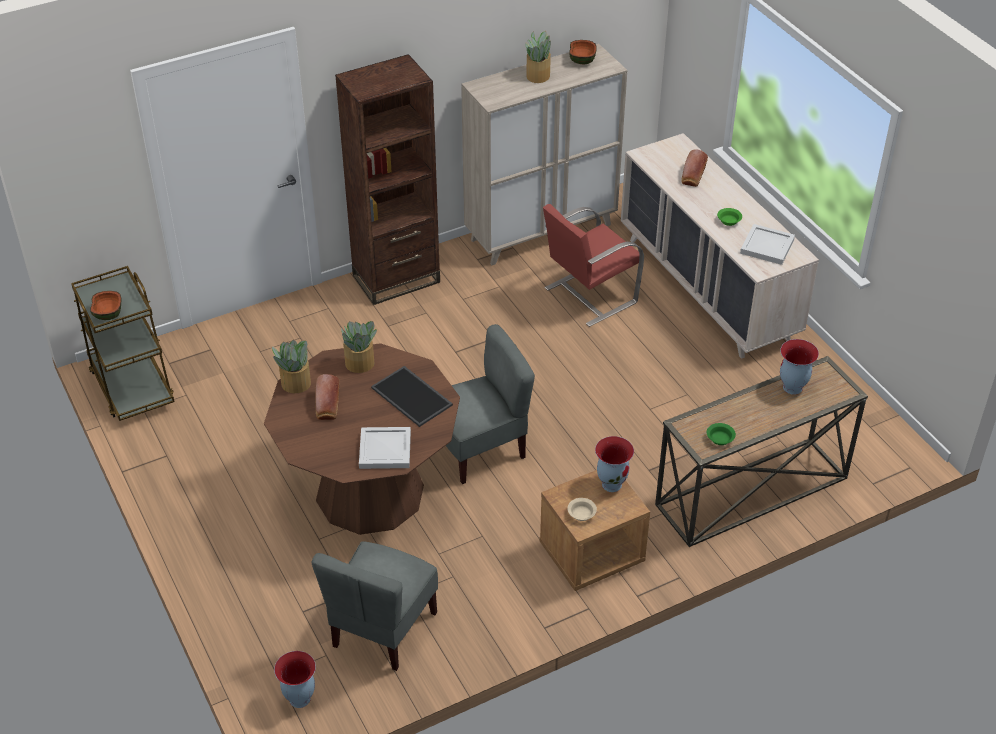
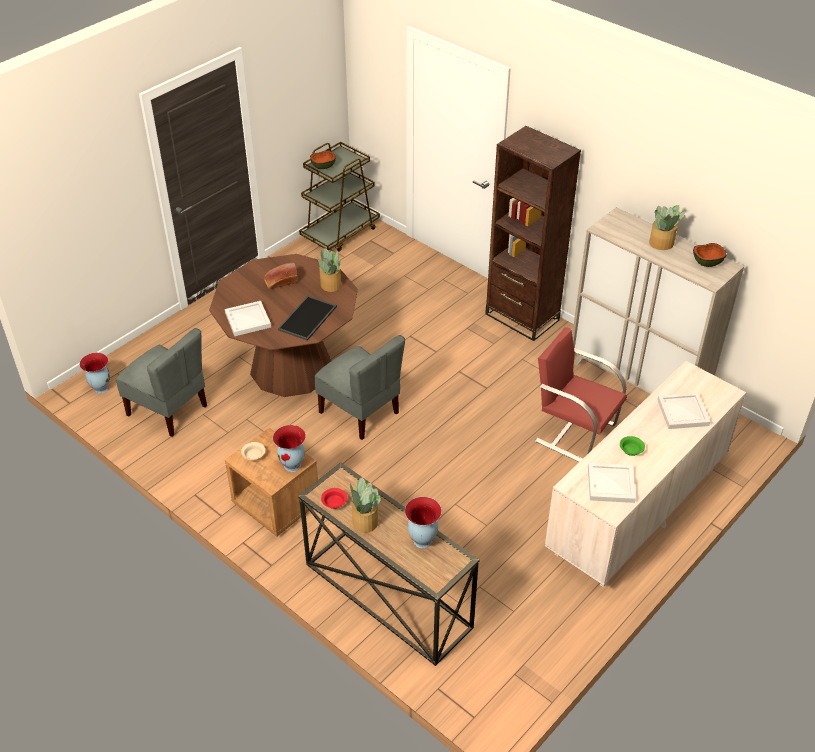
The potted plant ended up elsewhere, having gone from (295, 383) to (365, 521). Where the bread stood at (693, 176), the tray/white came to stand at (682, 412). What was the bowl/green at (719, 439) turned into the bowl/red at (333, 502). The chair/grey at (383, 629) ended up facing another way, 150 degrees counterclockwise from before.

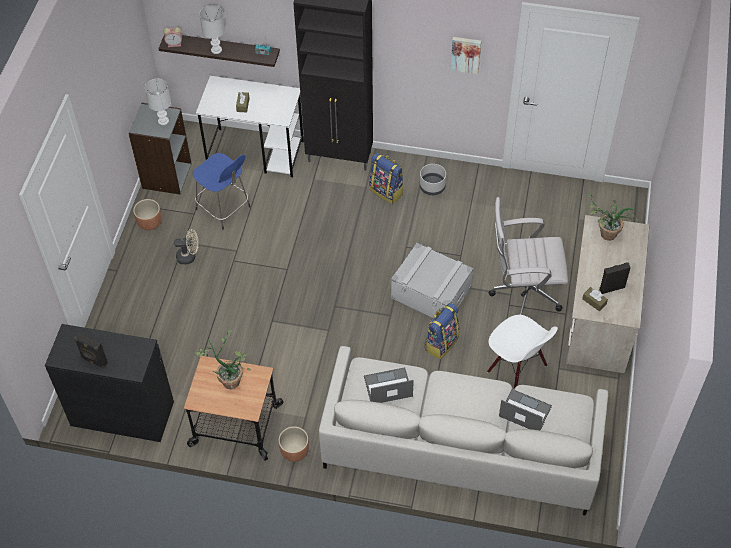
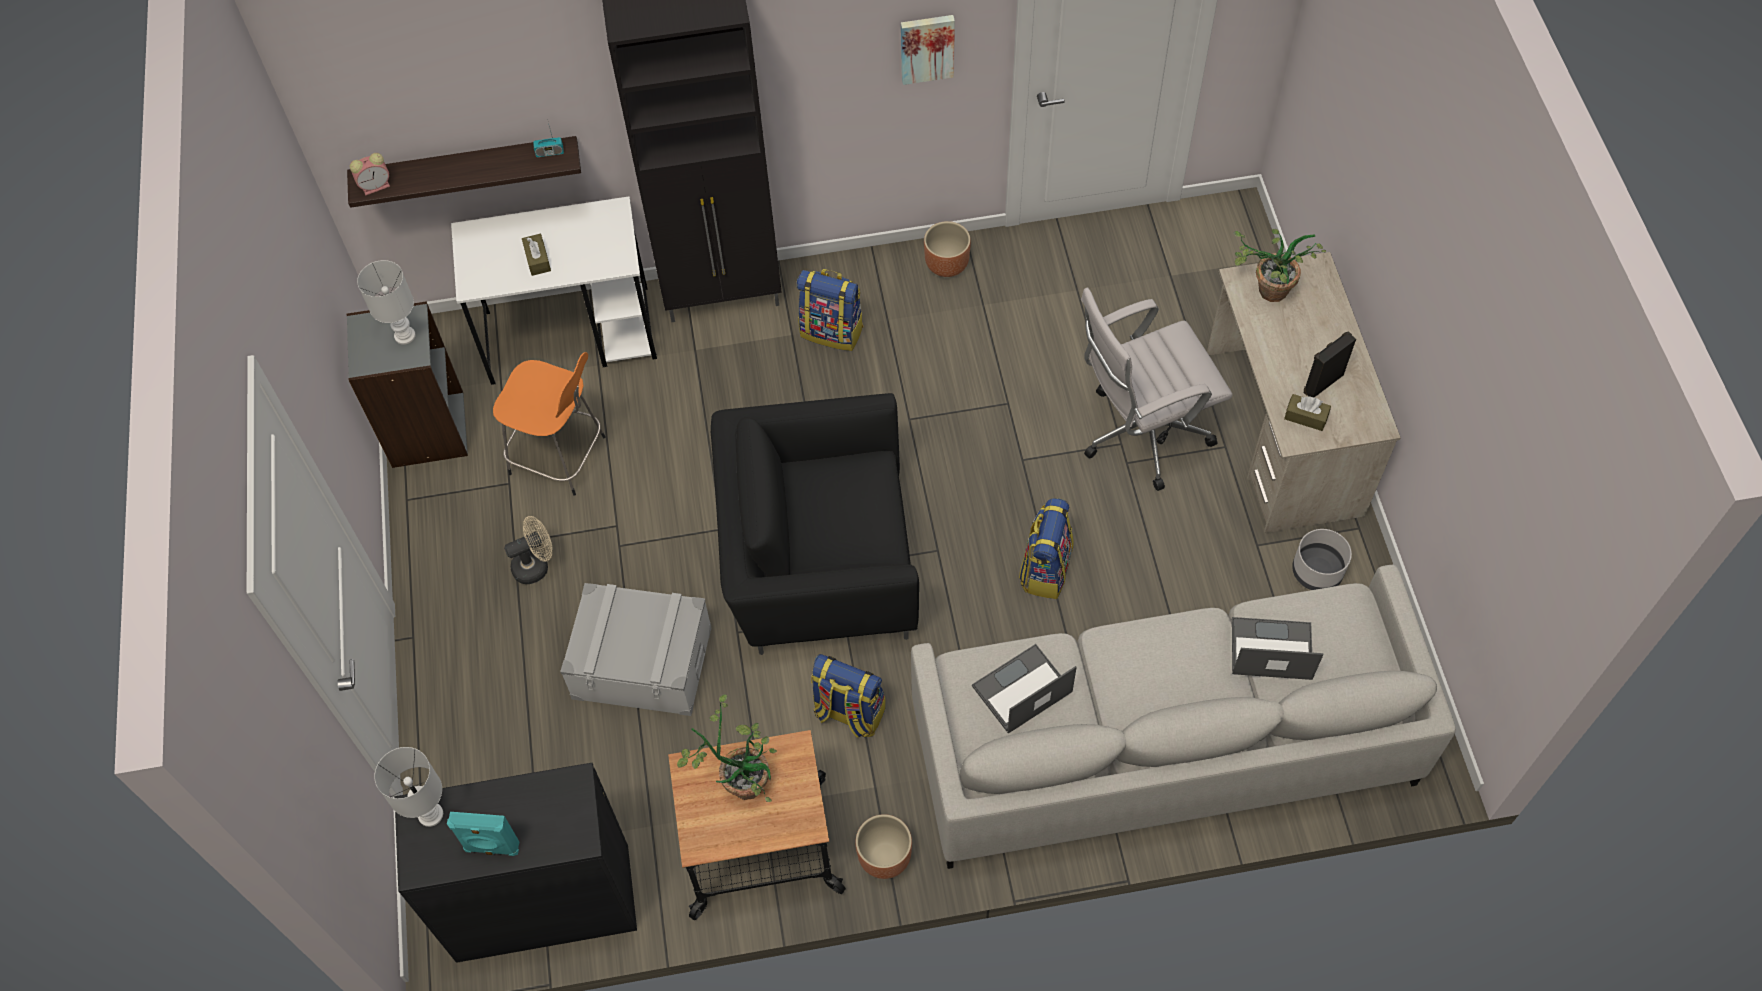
The second view lost the chair/white at (516, 369). The second view gained the armchair/black at (818, 564). The second view gained the backpack at (848, 712). The planter/brown ended up elsewhere, having gone from (149, 223) to (946, 264). The table lamp/white ended up elsewhere, having gone from (216, 49) to (430, 814). The storage box/grey ended up elsewhere, having gone from (431, 293) to (642, 662). The planter/grey ended up elsewhere, having gone from (432, 186) to (1317, 570). What was the speaker/black at (94, 361) turned into the speaker/turquoise at (491, 848). What was the stool/blue at (224, 209) turned into the stool/orange at (561, 456).

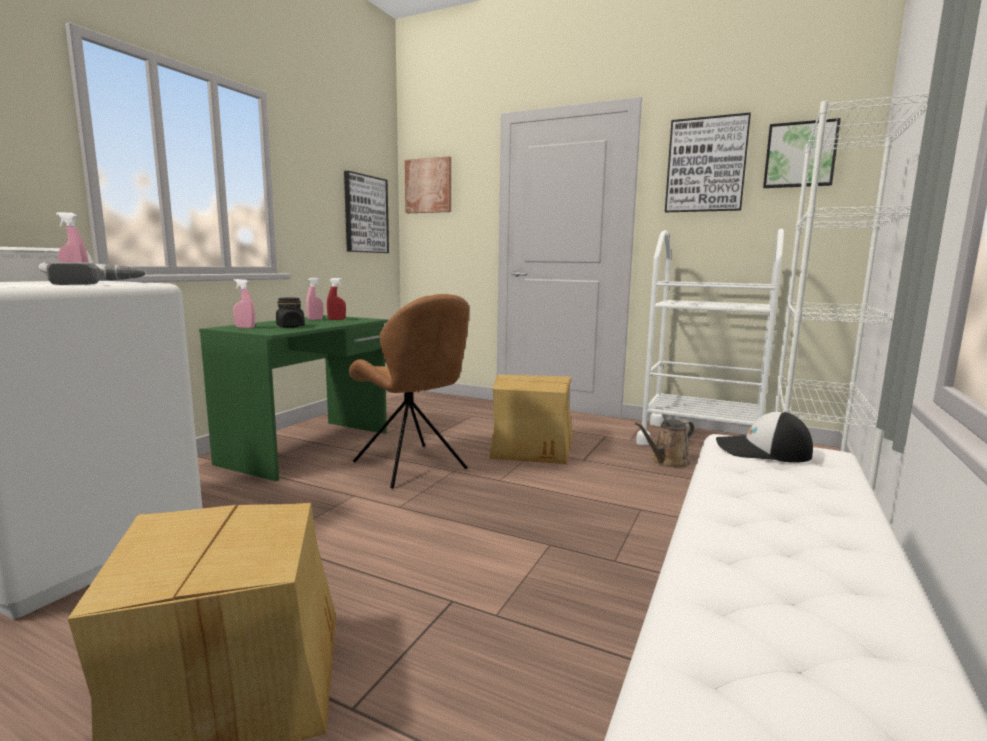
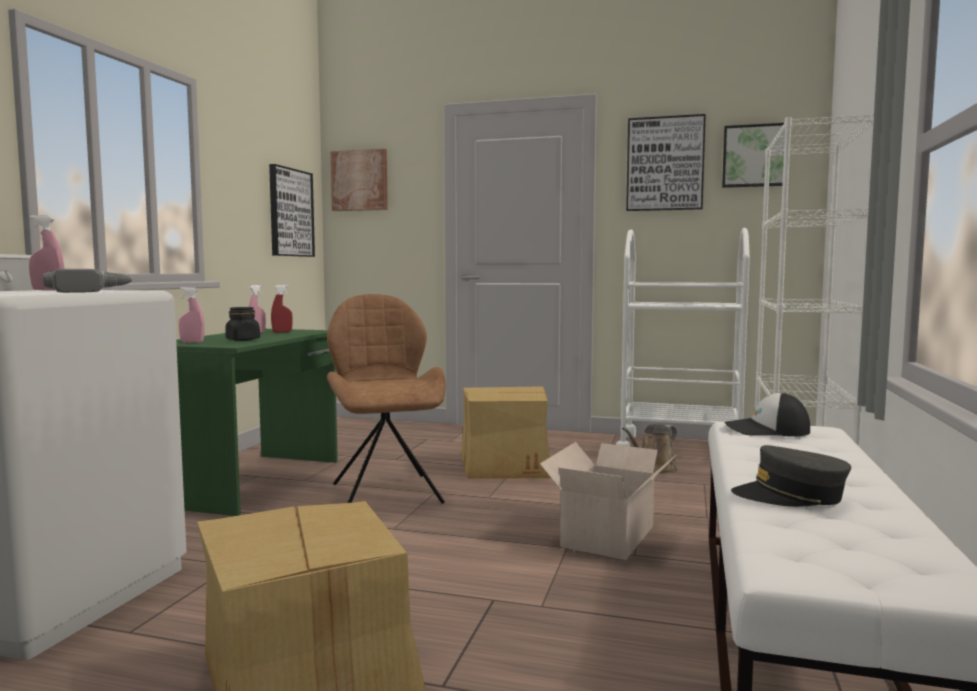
The second view gained the cardboard box at (610, 535). The second view gained the cap/grey at (790, 496). The chair/brown at (411, 467) ended up facing another way, 150 degrees counterclockwise from before.

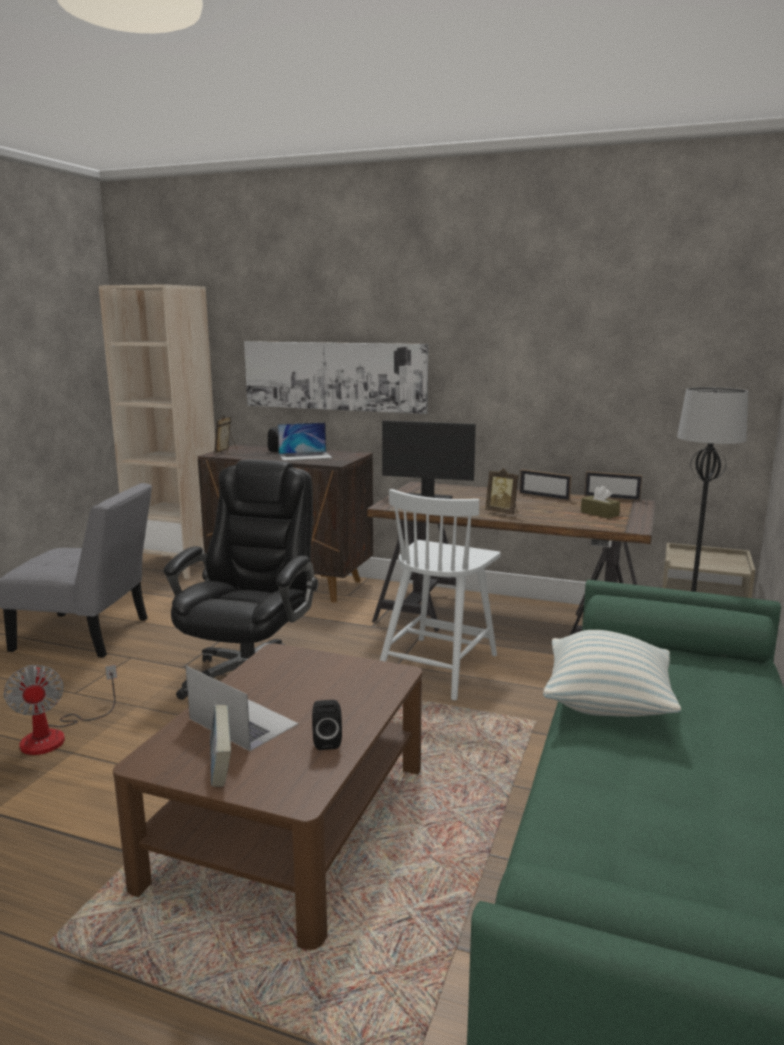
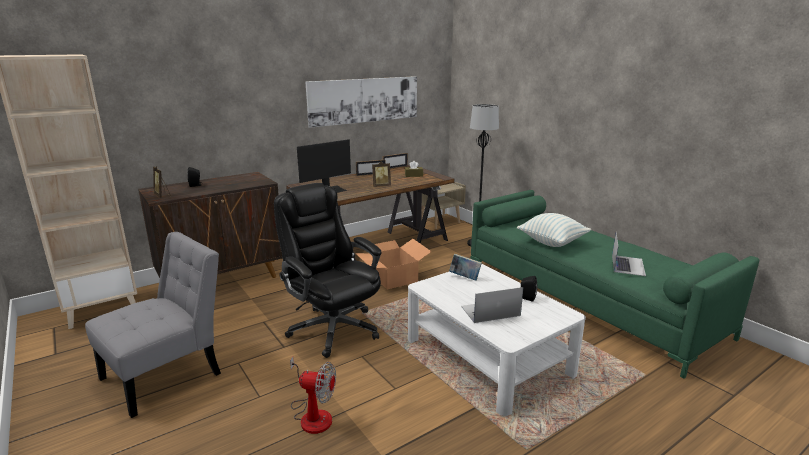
The book ended up elsewhere, having gone from (221, 769) to (464, 277). The picture ended up elsewhere, having gone from (334, 376) to (364, 100). The laptop ended up elsewhere, having gone from (305, 456) to (627, 265). Where the chair/white stood at (438, 666), the cardboard box came to stand at (393, 278). What was the coffee table/brown at (291, 823) turned into the coffee table/white at (488, 356).

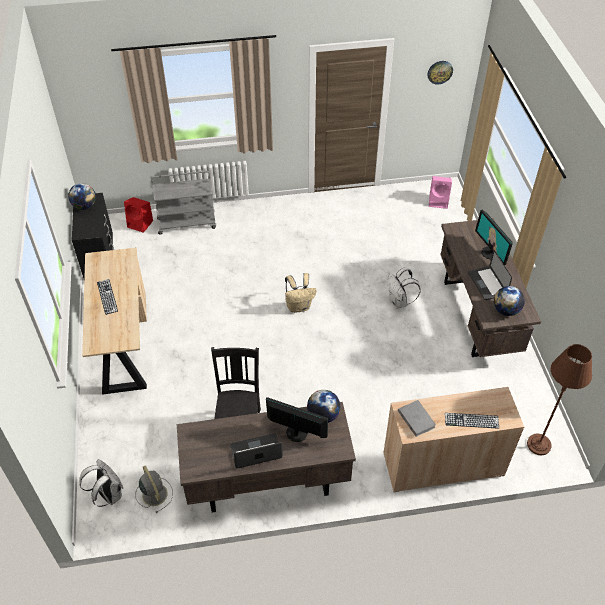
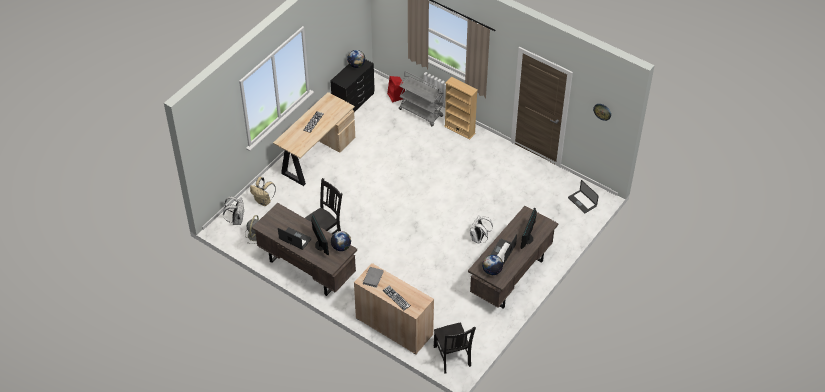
The second view gained the bookcase/beige at (459, 130). The backpack/beige ended up elsewhere, having gone from (299, 306) to (264, 201). Where the speaker/pink stood at (439, 201), the laptop came to stand at (582, 202). Where the floor lamp/brown stood at (539, 445), the chair/black came to stand at (452, 357).

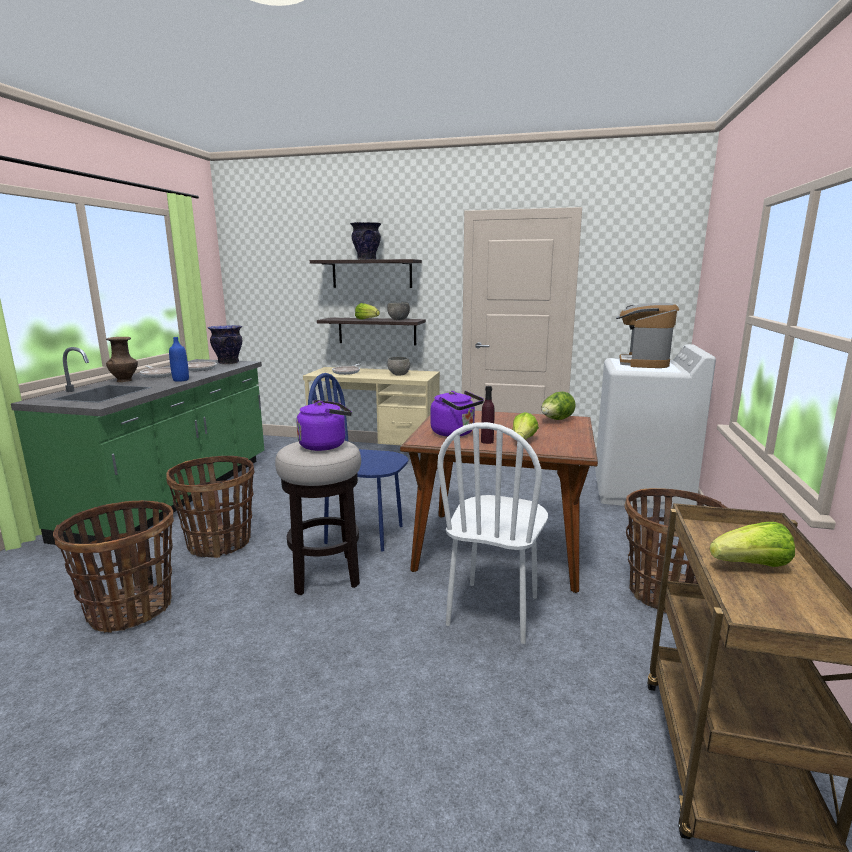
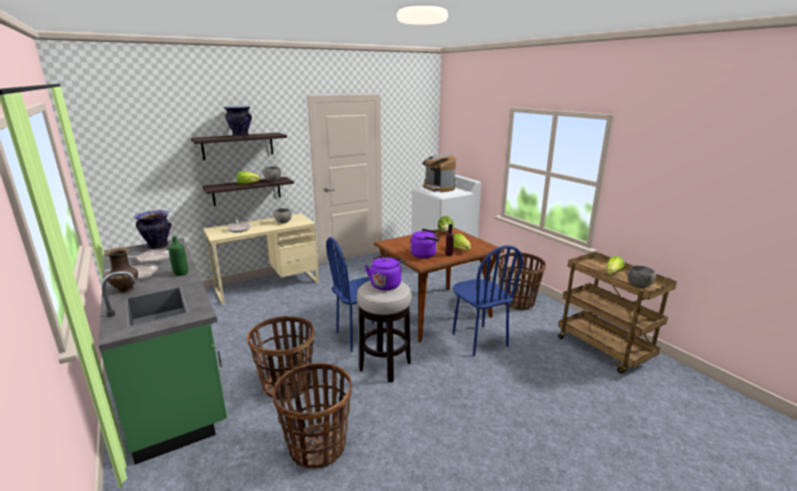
The second view gained the bowl/grey at (639, 286). What was the bottle/blue at (181, 380) turned into the bottle/green at (181, 273). What was the chair/white at (494, 611) turned into the chair/blue at (479, 340).

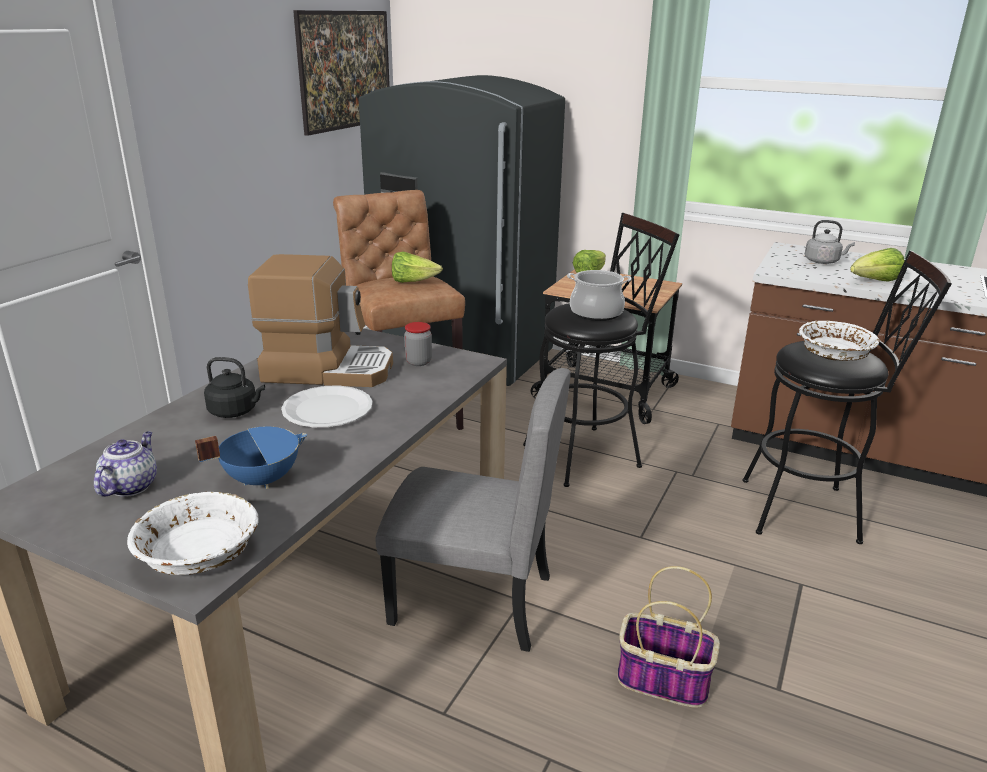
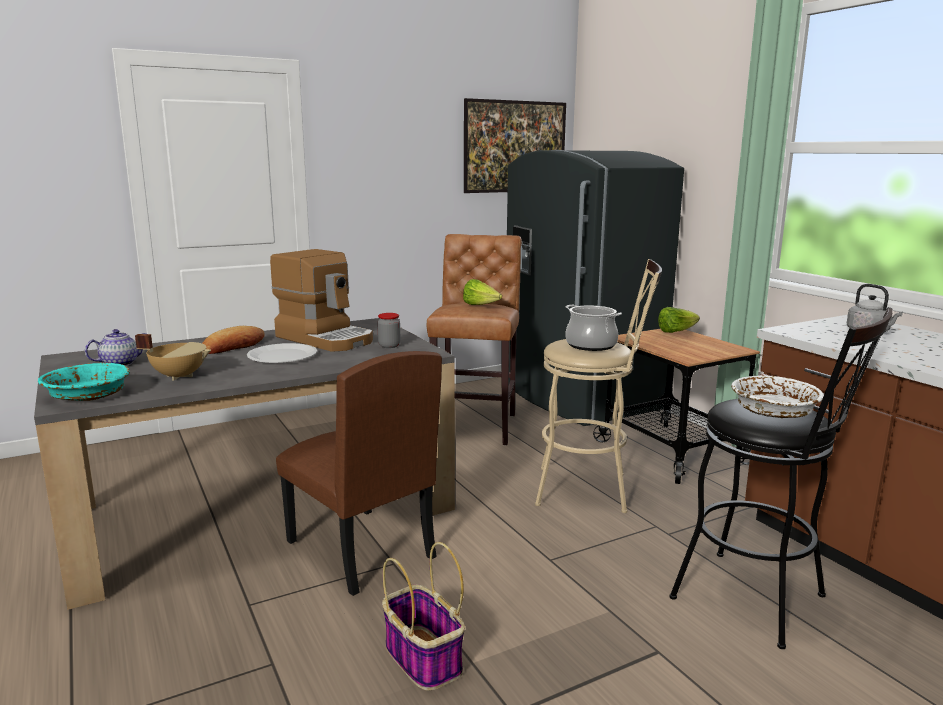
The second view lost the lettuce at (874, 282). Where the kettle/black stood at (235, 411), the bread came to stand at (234, 346). What was the bowl/white at (199, 551) turned into the bowl/turquoise at (88, 395). What was the cooking pot/blue at (261, 479) turned into the cooking pot/beige at (179, 376). What was the chair/grey at (471, 600) turned into the chair/brown at (359, 550). What was the stool/black at (590, 453) turned into the stool/beige at (591, 490).

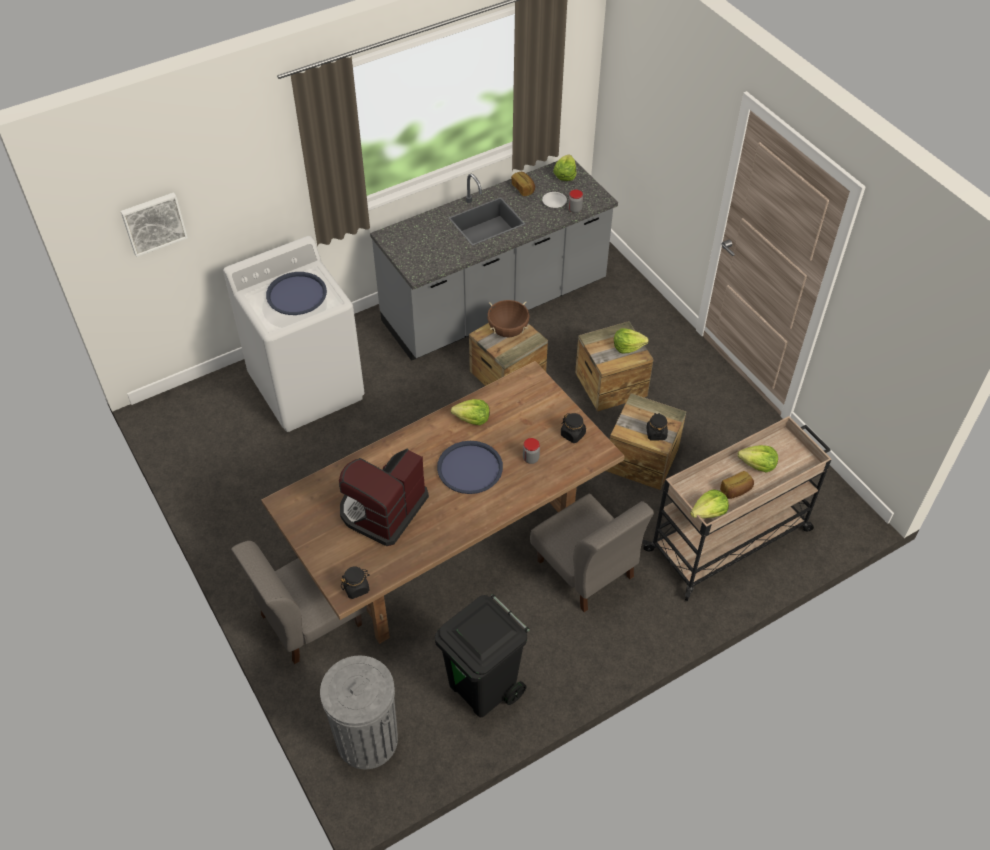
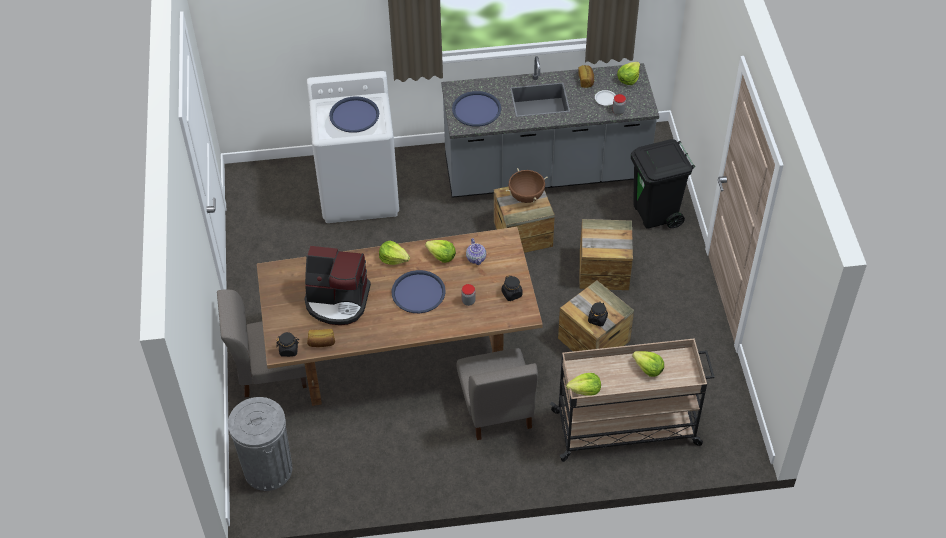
The second view lost the picture at (153, 223). The second view gained the tray/blue at (476, 110). The second view gained the teapot at (476, 258). The trash can/black ended up elsewhere, having gone from (483, 688) to (656, 214). The lettuce ended up elsewhere, having gone from (628, 347) to (393, 259). The bread ended up elsewhere, having gone from (736, 491) to (321, 343). The coffee machine at (382, 510) ended up facing another way, 135 degrees counterclockwise from before.

